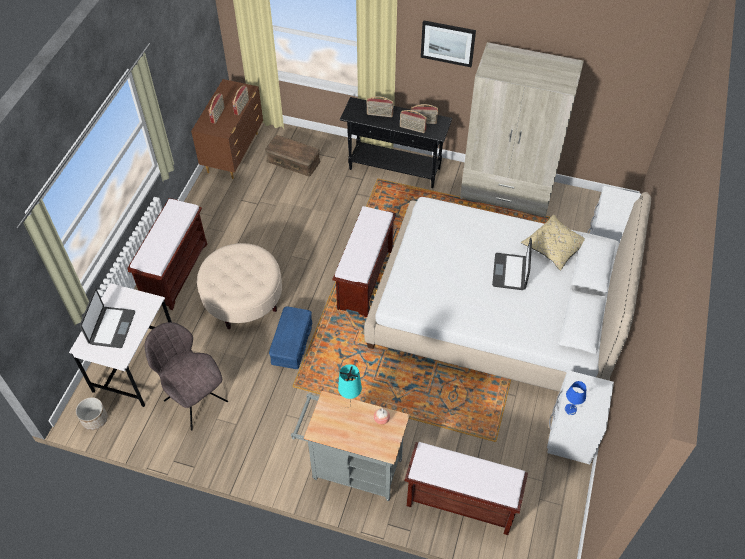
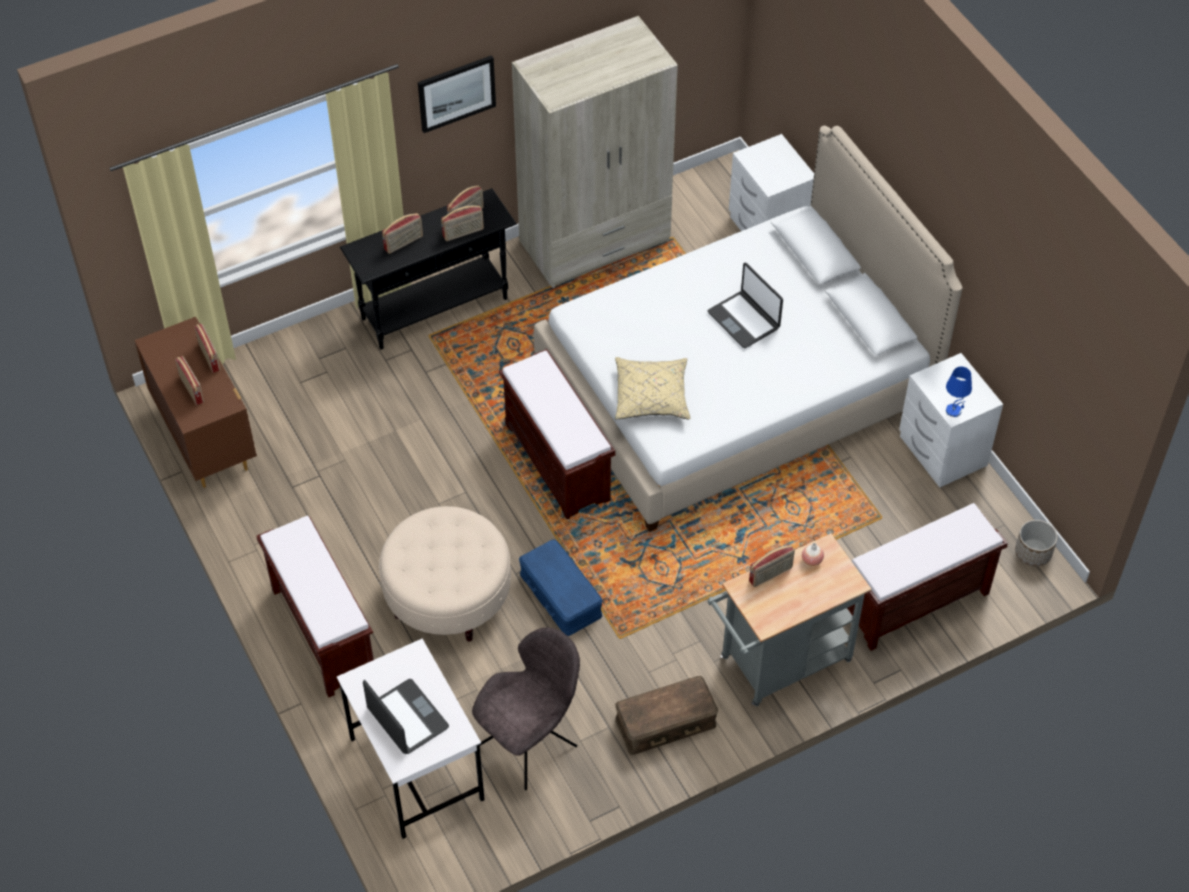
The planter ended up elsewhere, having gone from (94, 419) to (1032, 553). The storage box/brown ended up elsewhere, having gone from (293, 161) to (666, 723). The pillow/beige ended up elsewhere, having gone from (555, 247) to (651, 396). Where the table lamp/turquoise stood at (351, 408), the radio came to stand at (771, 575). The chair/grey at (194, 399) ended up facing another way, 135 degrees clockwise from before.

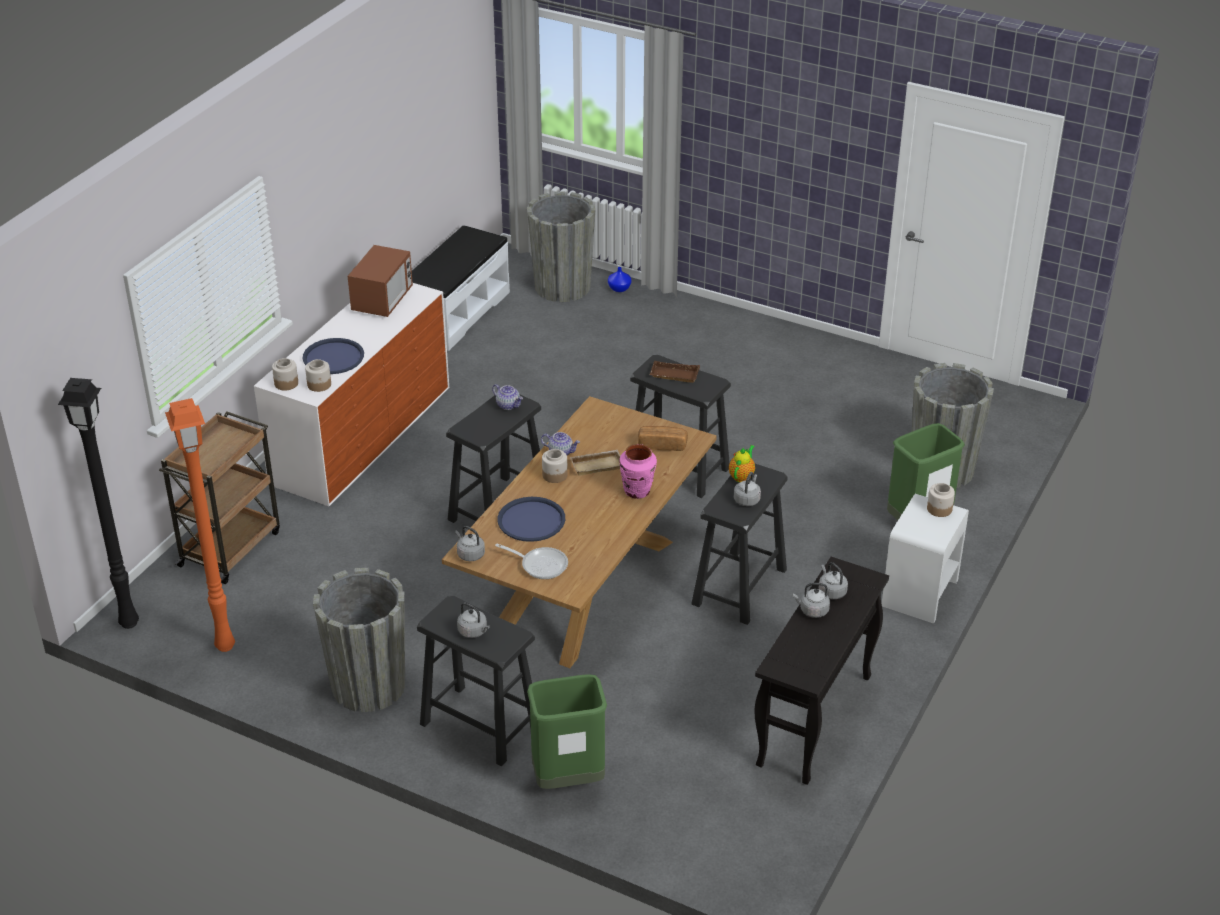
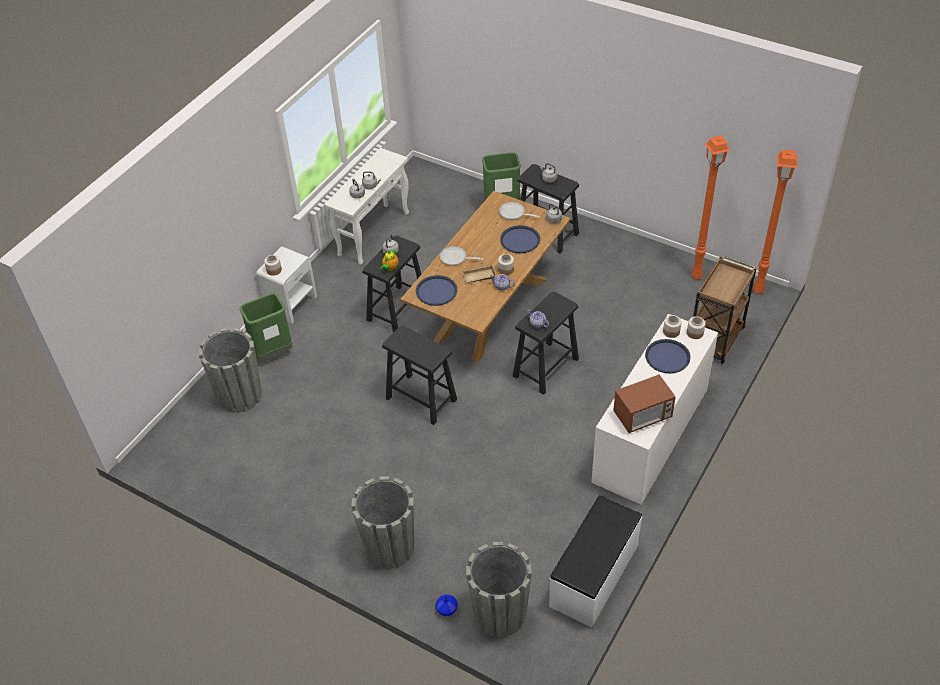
The second view lost the tray/brown at (673, 376). The planter/grey ended up elsewhere, having gone from (368, 686) to (389, 547). Where the vase/pink stood at (637, 491), the frying pan came to stand at (455, 258). Where the bread stood at (662, 445), the tray/blue came to stand at (436, 291). What was the floor lamp/black at (128, 622) turned into the floor lamp/orange at (759, 291). What was the console table/black at (814, 721) turned into the console table/white at (374, 233). The microwave at (382, 301) ended up facing another way, 135 degrees counterclockwise from before.

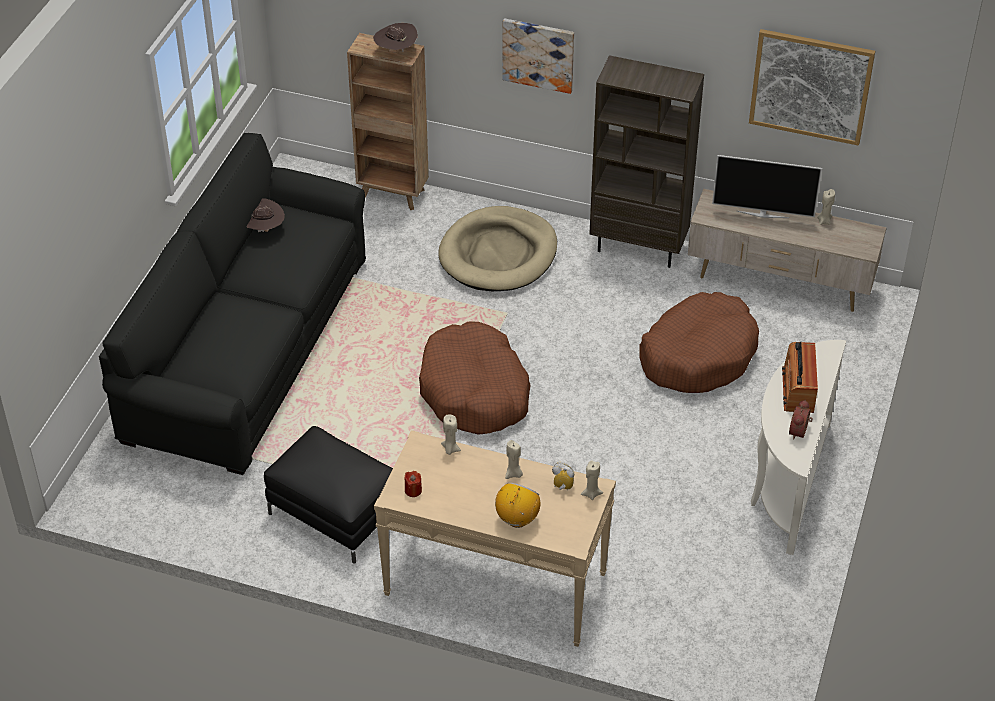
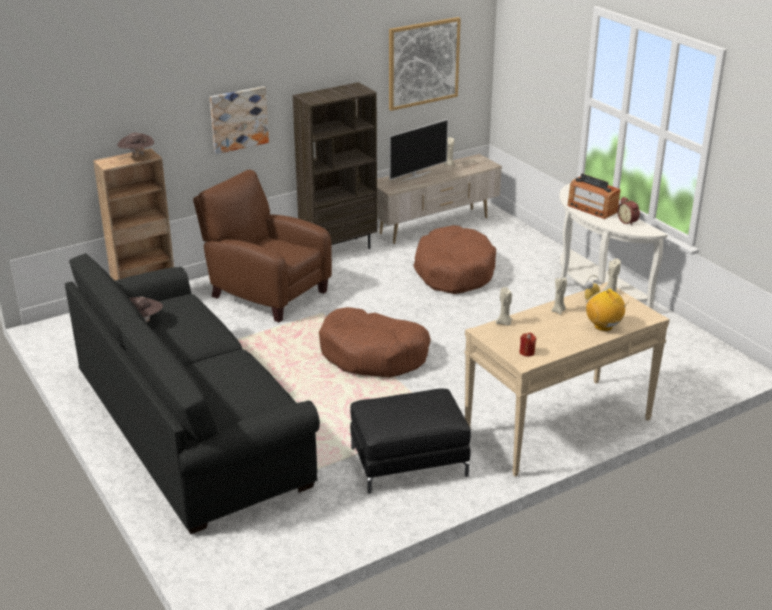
Where the dog bed/beige stood at (498, 254), the armchair/brown came to stand at (266, 292).

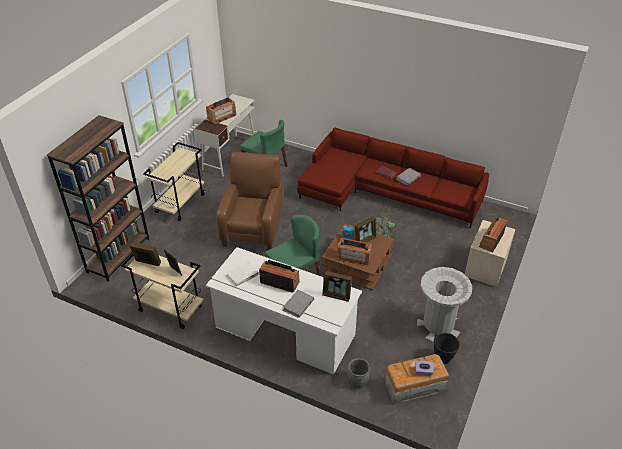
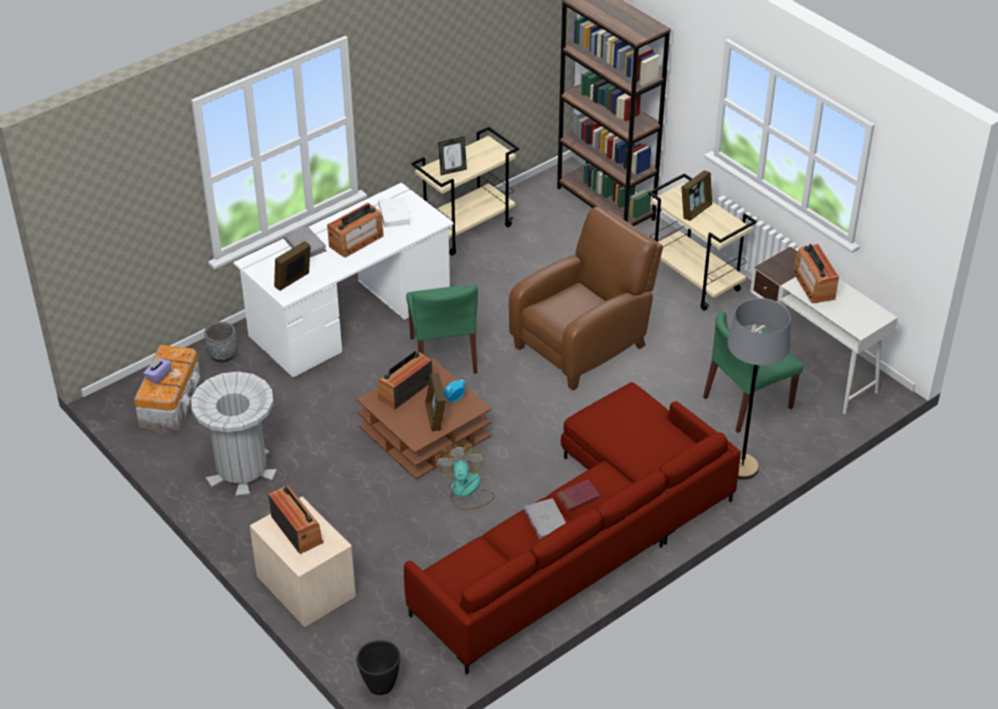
The second view gained the floor lamp/grey at (742, 467). The picture frame ended up elsewhere, having gone from (147, 263) to (695, 210). The planter/black ended up elsewhere, having gone from (443, 358) to (380, 685). The armchair/brown at (254, 228) ended up facing another way, 75 degrees counterclockwise from before.

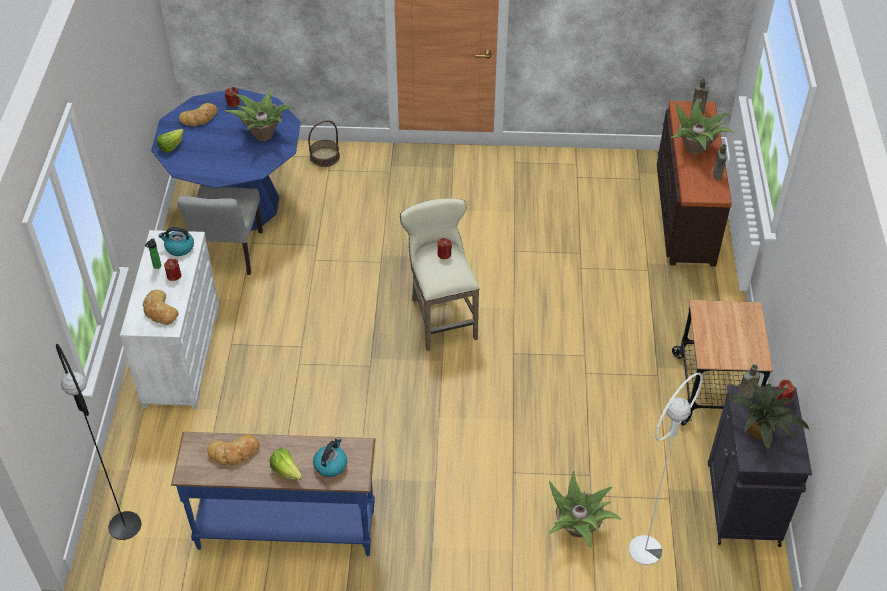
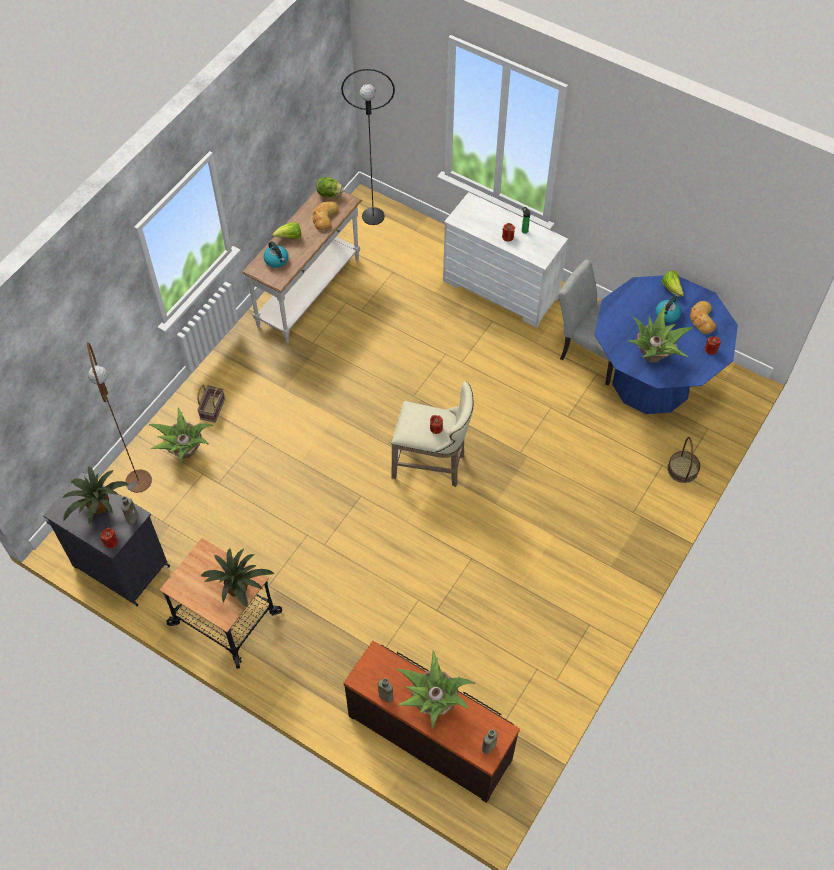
The second view lost the bread at (159, 311). The second view gained the basket at (212, 408). The second view gained the potted plant at (239, 587). The second view gained the lettuce at (329, 194). The kettle ended up elsewhere, having gone from (179, 248) to (667, 314). What was the console table/blue at (286, 528) turned into the console table/white at (310, 293). What was the floor lamp/white at (645, 550) turned into the floor lamp/brown at (138, 481).

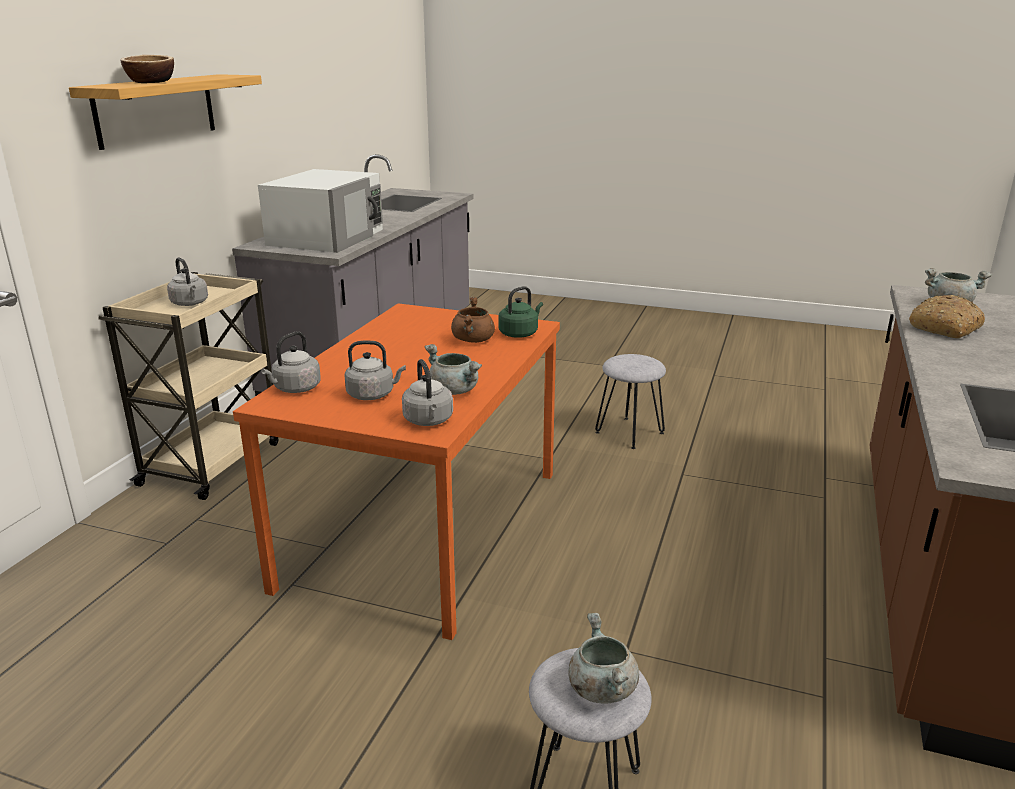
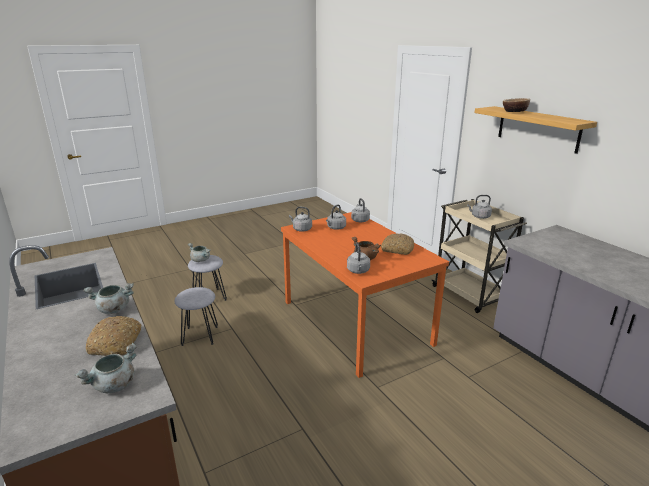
The second view lost the microwave/white at (327, 237). The second view gained the bread at (397, 249). The cooking pot/grey ended up elsewhere, having gone from (455, 391) to (113, 309). The stool/grey ended up elsewhere, having gone from (629, 432) to (200, 335). What was the kettle/green at (520, 333) turned into the kettle/grey at (358, 271).

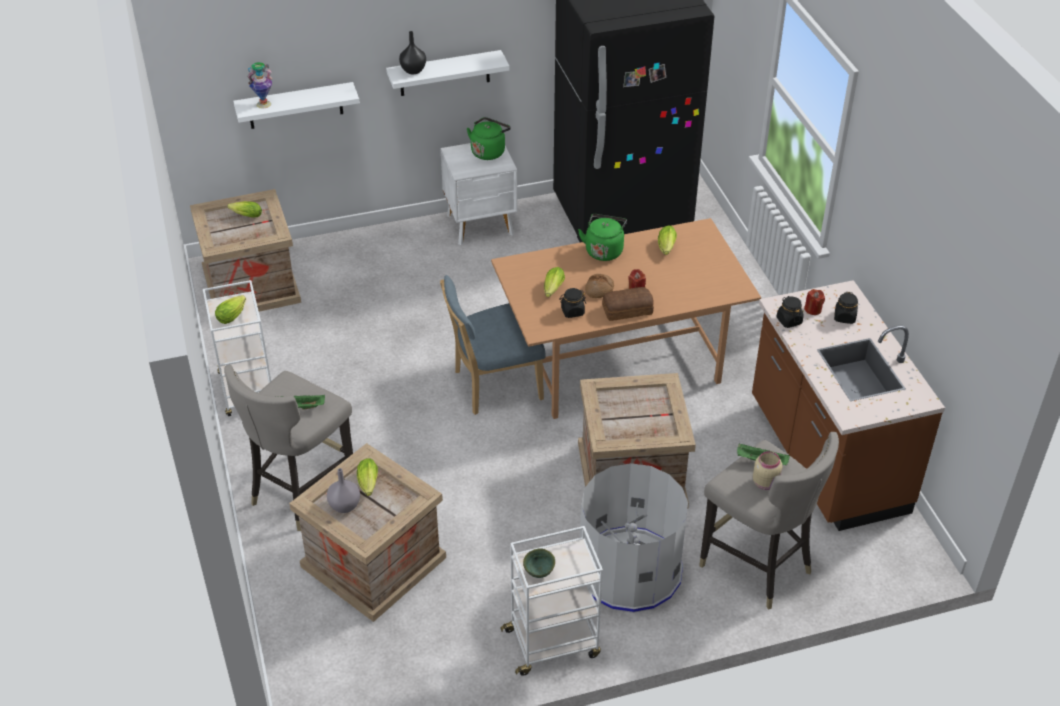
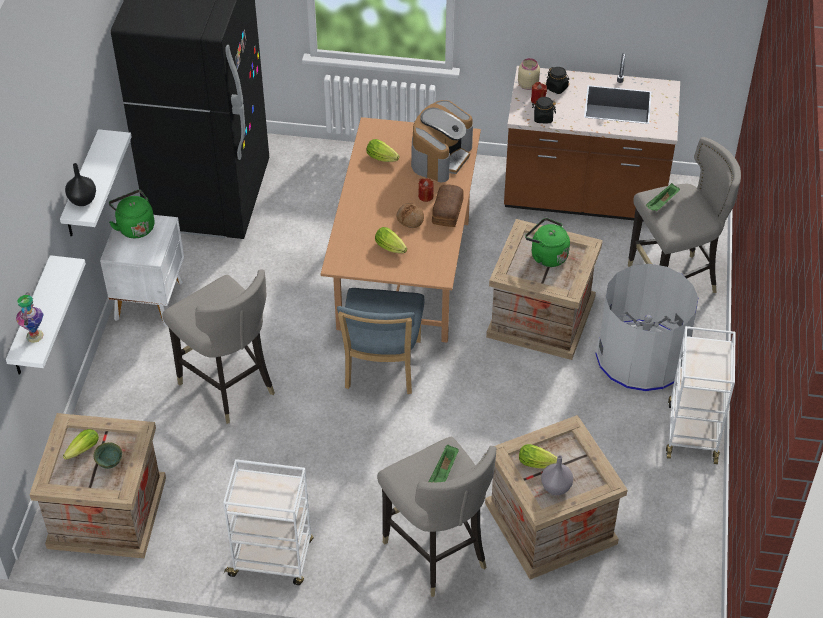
The second view lost the lettuce at (233, 315). The second view lost the jar/black at (572, 311). The second view gained the stool/grey at (229, 387). The second view gained the coffee machine at (440, 157). The bowl/green ended up elsewhere, having gone from (540, 572) to (110, 463). The kettle/green ended up elsewhere, having gone from (604, 250) to (546, 256). The jar/beige ended up elsewhere, having gone from (766, 483) to (528, 85).

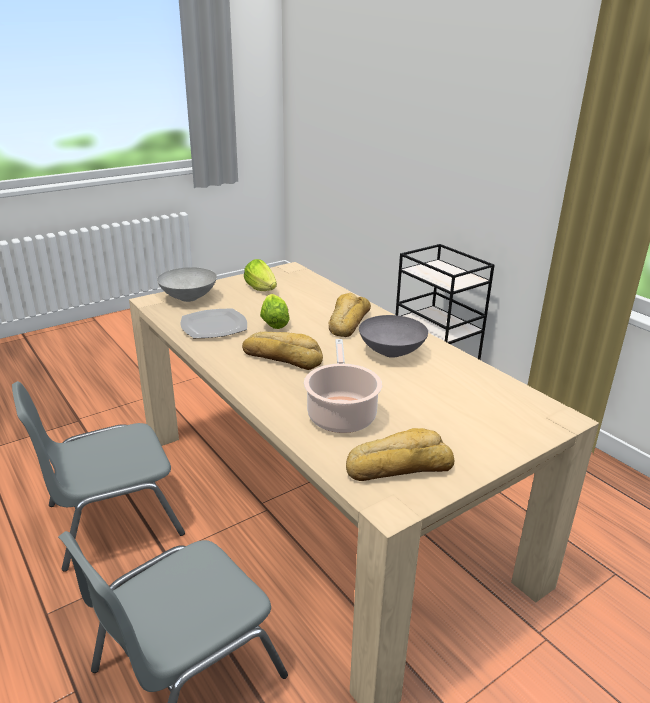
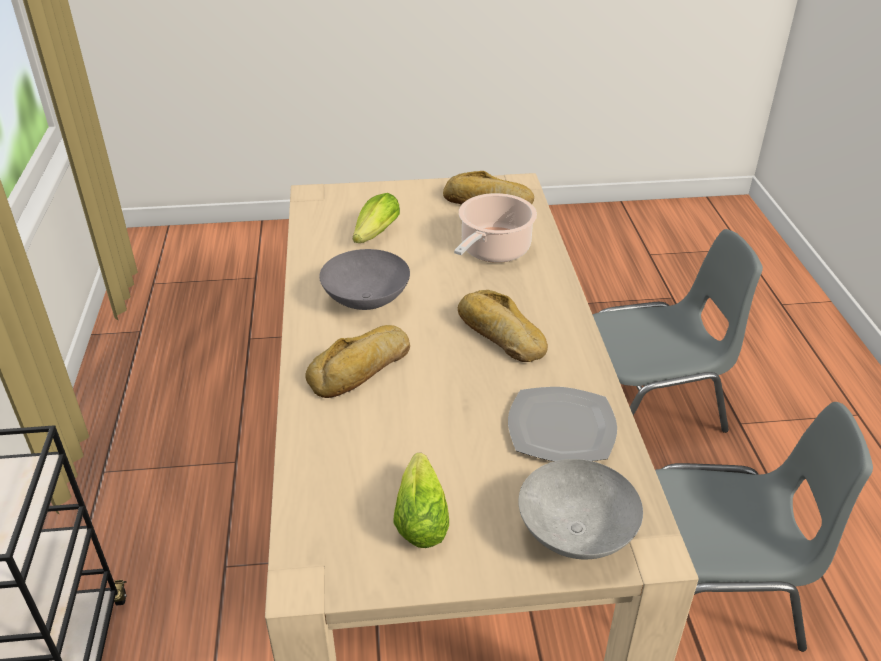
The lettuce ended up elsewhere, having gone from (274, 321) to (374, 236).

